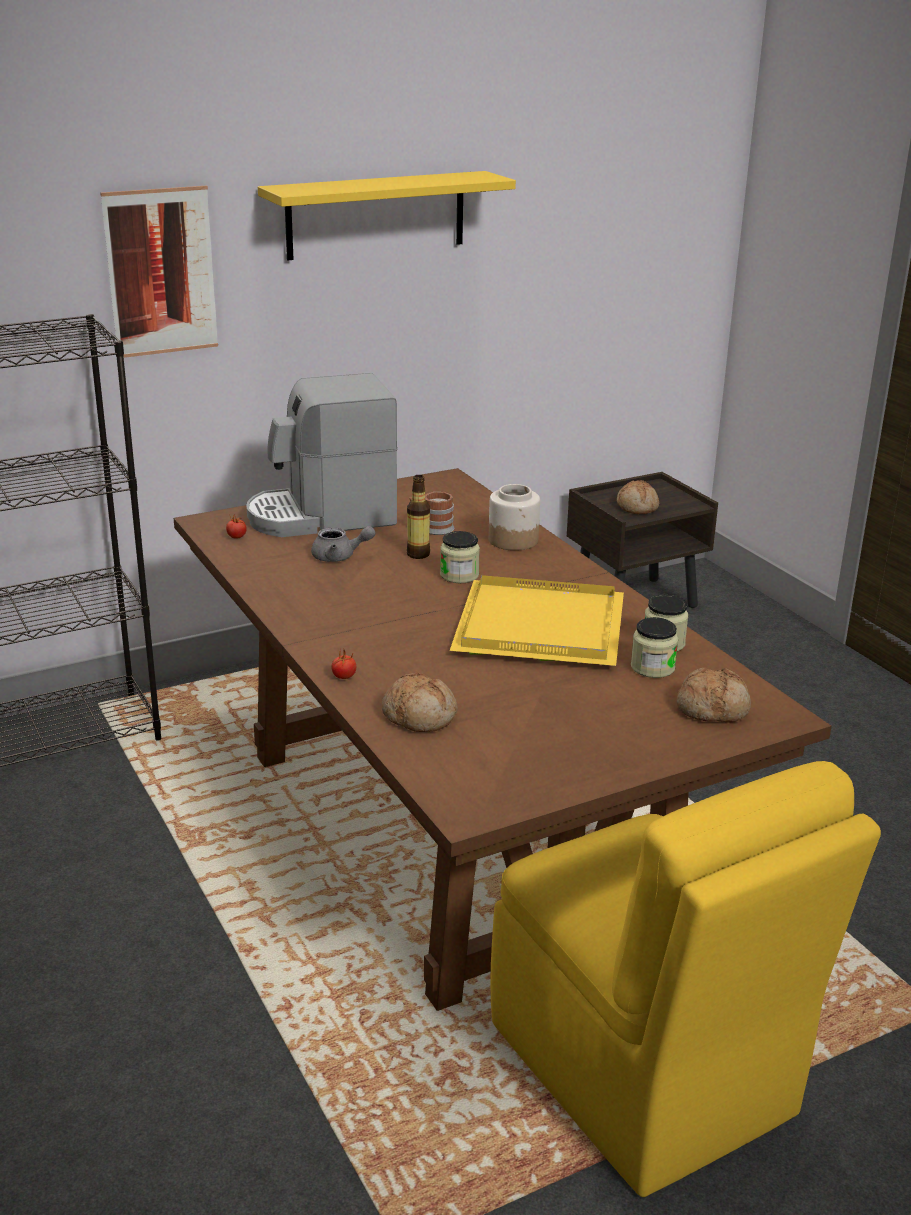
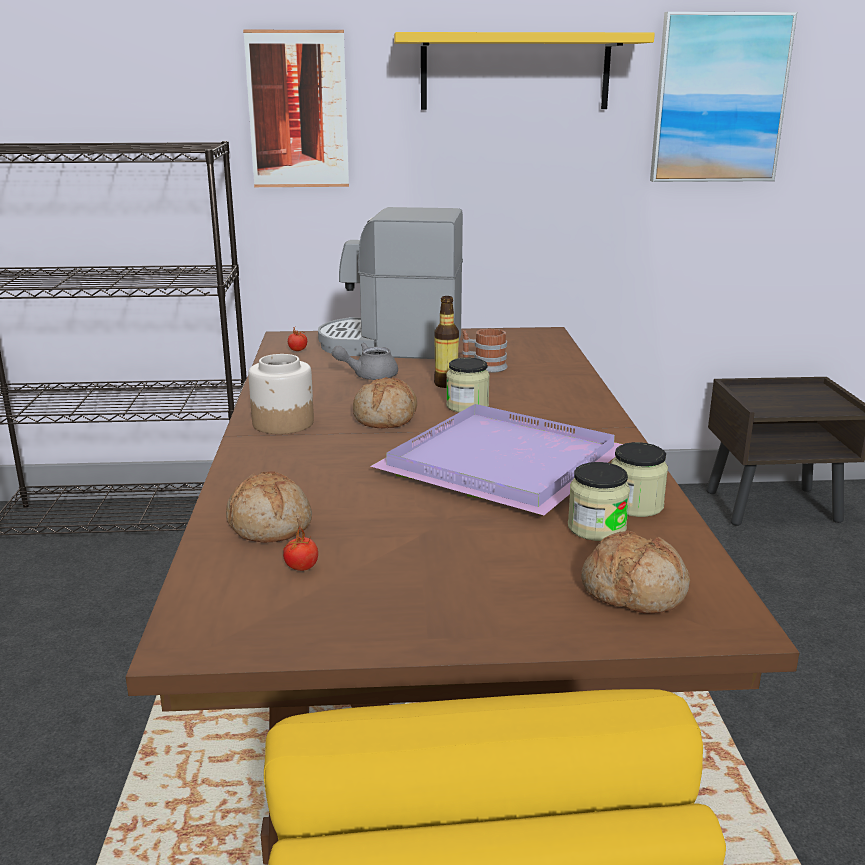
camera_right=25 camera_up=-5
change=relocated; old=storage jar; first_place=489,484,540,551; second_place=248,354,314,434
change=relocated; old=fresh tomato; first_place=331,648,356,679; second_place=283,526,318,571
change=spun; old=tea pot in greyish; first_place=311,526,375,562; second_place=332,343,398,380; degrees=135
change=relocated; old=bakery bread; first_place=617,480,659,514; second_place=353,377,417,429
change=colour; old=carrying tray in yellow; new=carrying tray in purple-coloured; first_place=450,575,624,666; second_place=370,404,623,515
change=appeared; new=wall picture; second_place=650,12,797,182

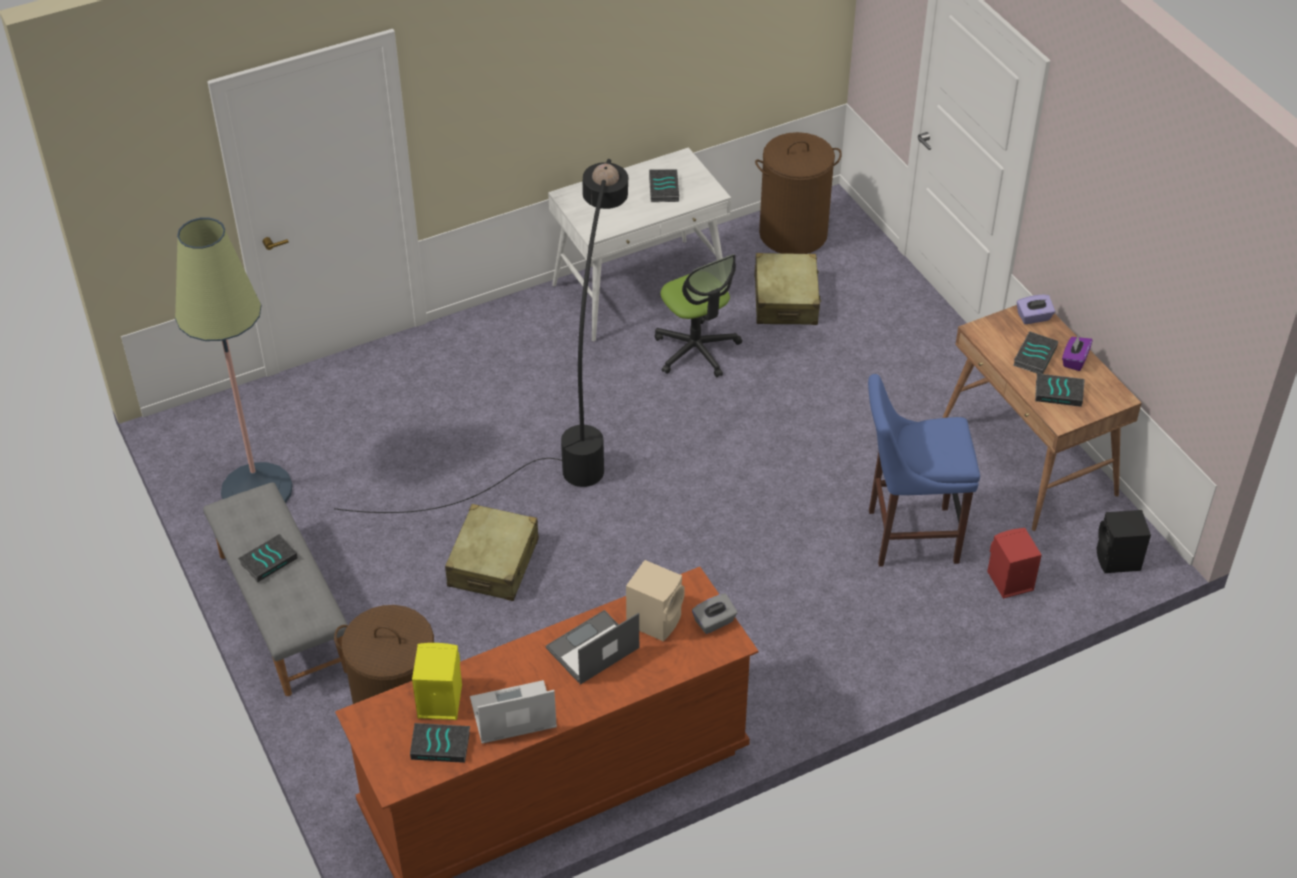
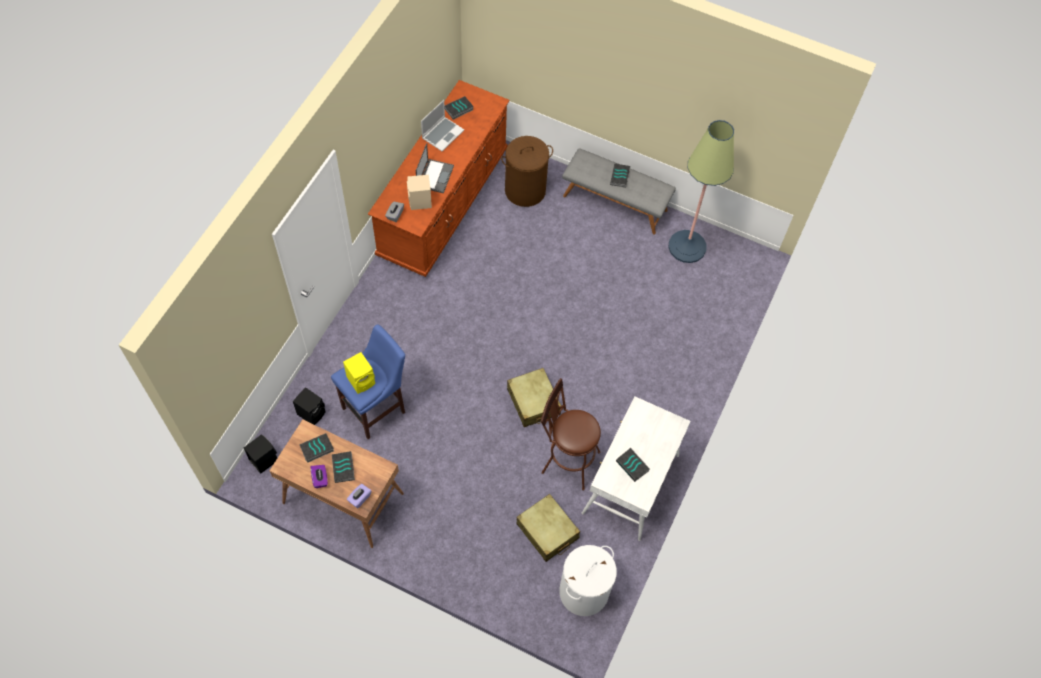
camera_right=140 camera_up=15
change=colour; old=speaker in red; new=speaker in black; first_place=987,528,1042,599; second_place=293,387,326,425
change=relocated; old=speaker in yellow; first_place=412,643,462,720; second_place=343,352,375,394
change=relocated; old=suitcase in beige; first_place=445,504,539,601; second_place=507,368,561,427
change=exchanged; old=computer chair; new=sitting stool in brownish; first_place=655,254,742,377; second_place=541,378,601,490
change=colour; old=hamper in brownish; new=hamper in whitish; first_place=755,132,842,254; second_place=559,545,617,616
change=missing; old=standing lamp in black; first_place=334,159,628,513

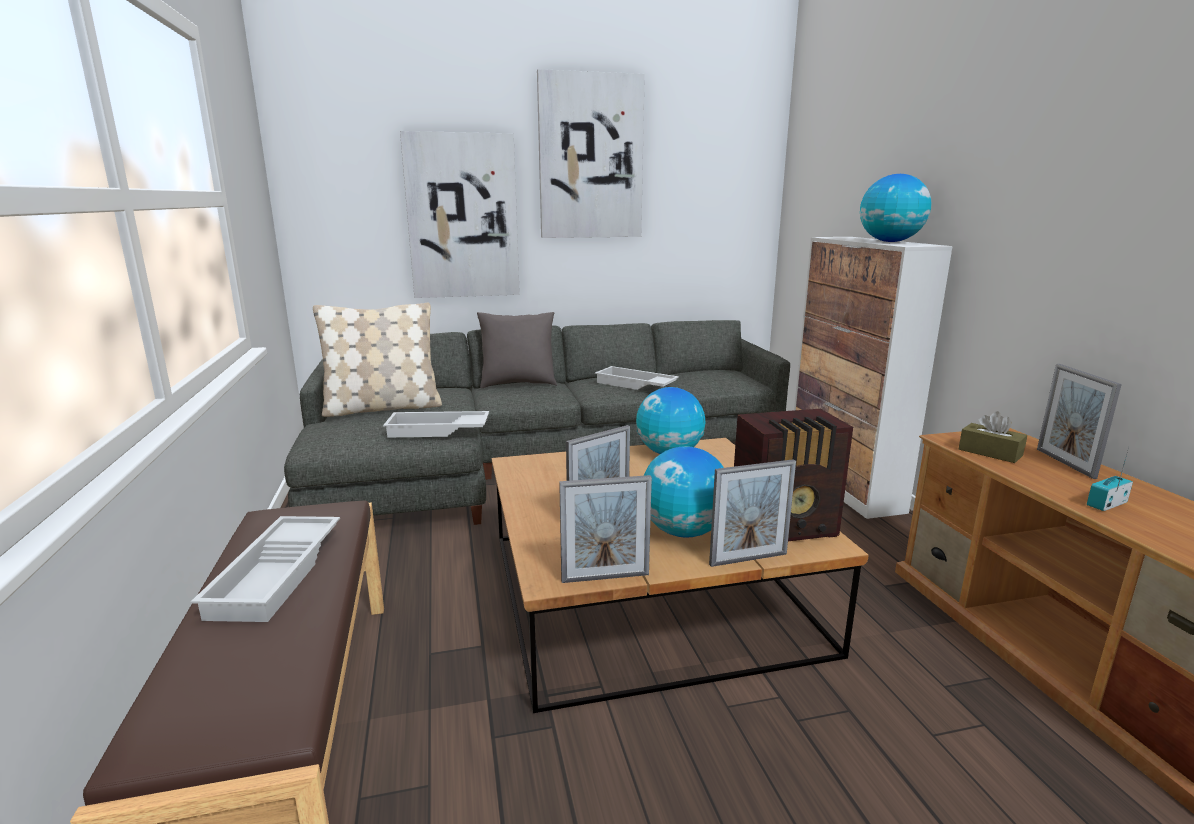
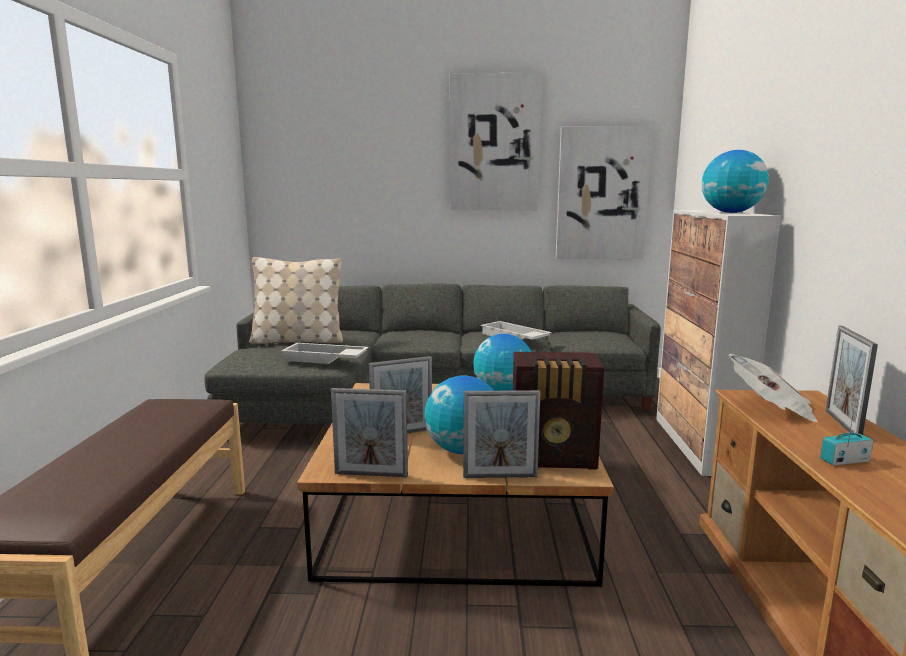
camera_right=15 camera_up=-5
change=relocated; old=wall picture; first_place=400,131,520,298; second_place=556,126,653,259
change=exchanged; old=tissue box in brownish; new=daily paper; first_place=959,411,1027,463; second_place=728,354,817,422
change=missing; old=carrying tray in whitish; first_place=191,516,340,622
change=missing; old=pillow in greyish; first_place=477,312,557,388

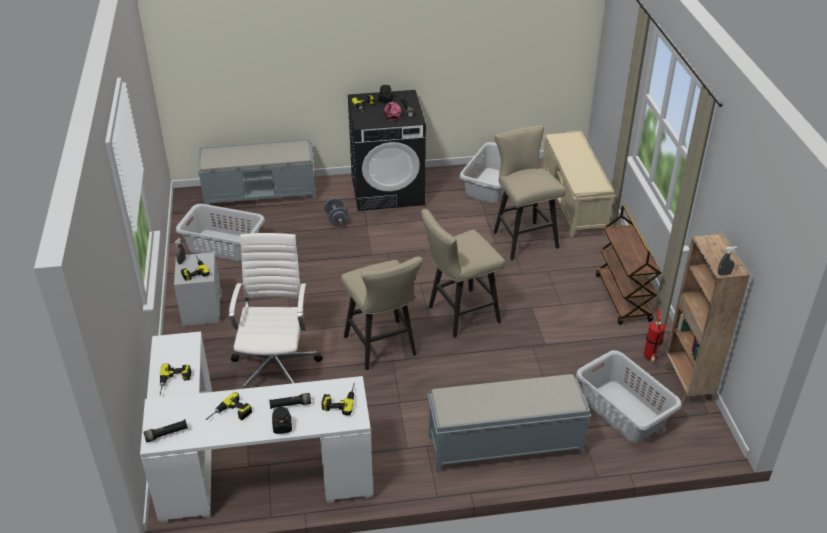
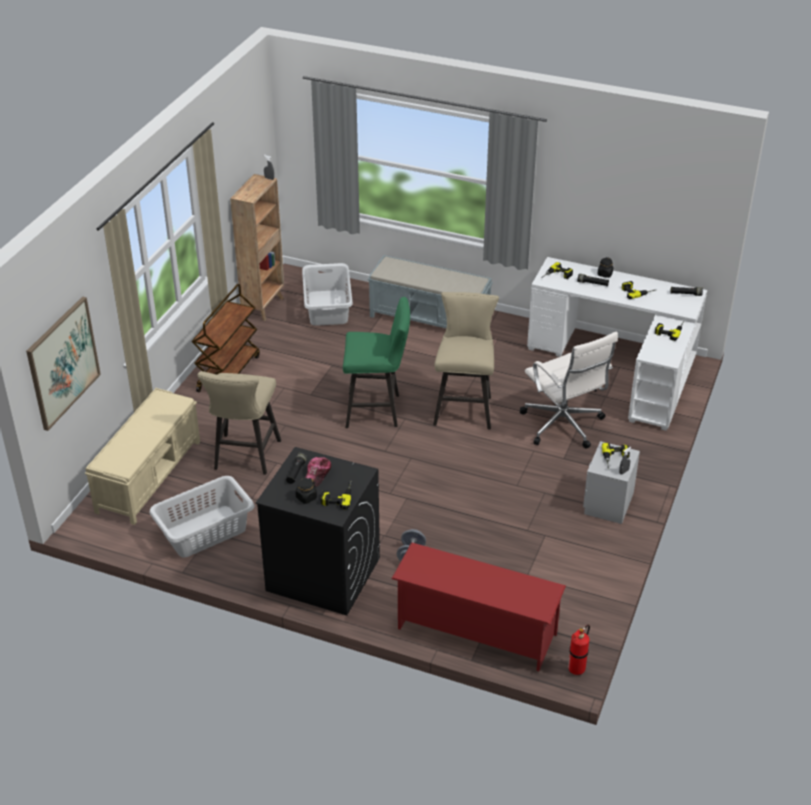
camera_right=-150 camera_up=0
change=appeared; new=wall picture; second_place=26,296,101,431
change=colour; old=sitting stool in beige; new=sitting stool in green-coloured; first_place=421,209,505,338; second_place=343,297,410,428
change=exchanged; old=indoor bench in greyish; new=shoe stand in red; first_place=198,139,316,205; second_place=391,542,566,671
change=spun; old=computer chair in whitish; first_place=229,233,323,389; second_place=520,332,618,448; degrees=-60
change=relocated; old=fire-fighting cylinder; first_place=644,309,665,362; second_place=568,624,590,675
change=missing; old=hamper in greyish; first_place=176,204,265,262

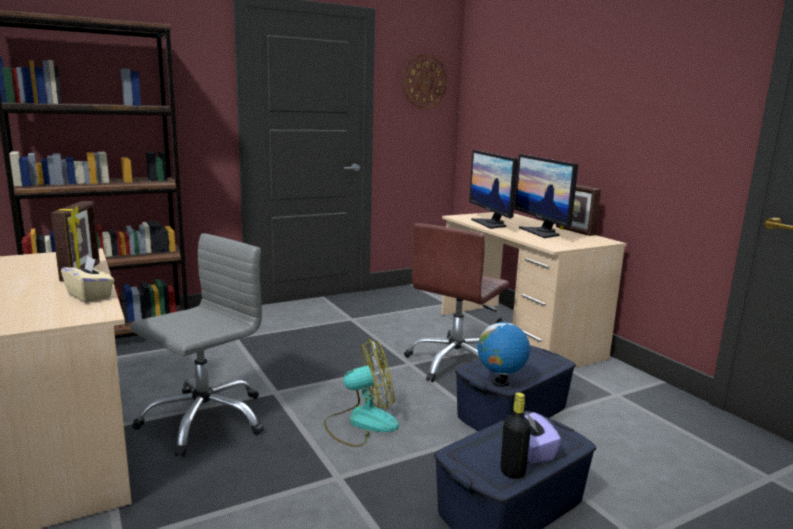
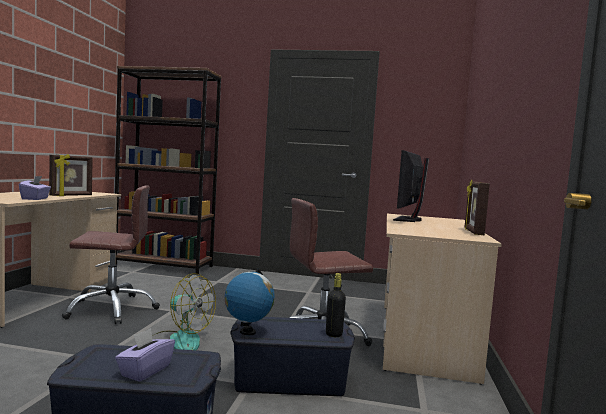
camera_right=40 camera_up=-10
change=colour; old=tissue box in beige; new=tissue box in purple-coloured; first_place=61,256,114,303; second_place=19,176,51,200
change=colour; old=computer chair in greyish; new=computer chair in brownish; first_place=130,233,264,457; second_place=62,185,160,324
change=relocated; old=bottle in black; first_place=500,392,531,479; second_place=326,273,346,337
change=missing; old=hanging clock; first_place=402,54,447,109
change=missing; old=computer display; first_place=514,154,578,238

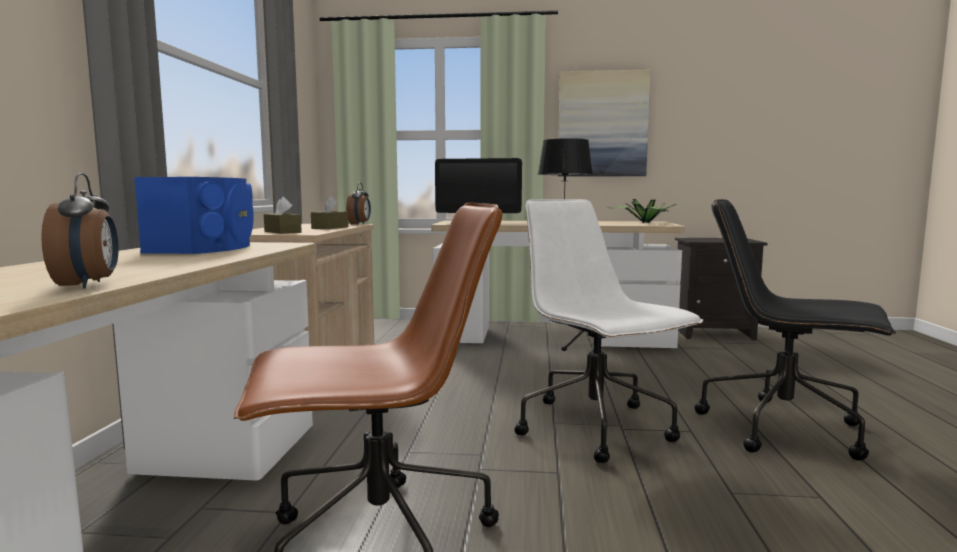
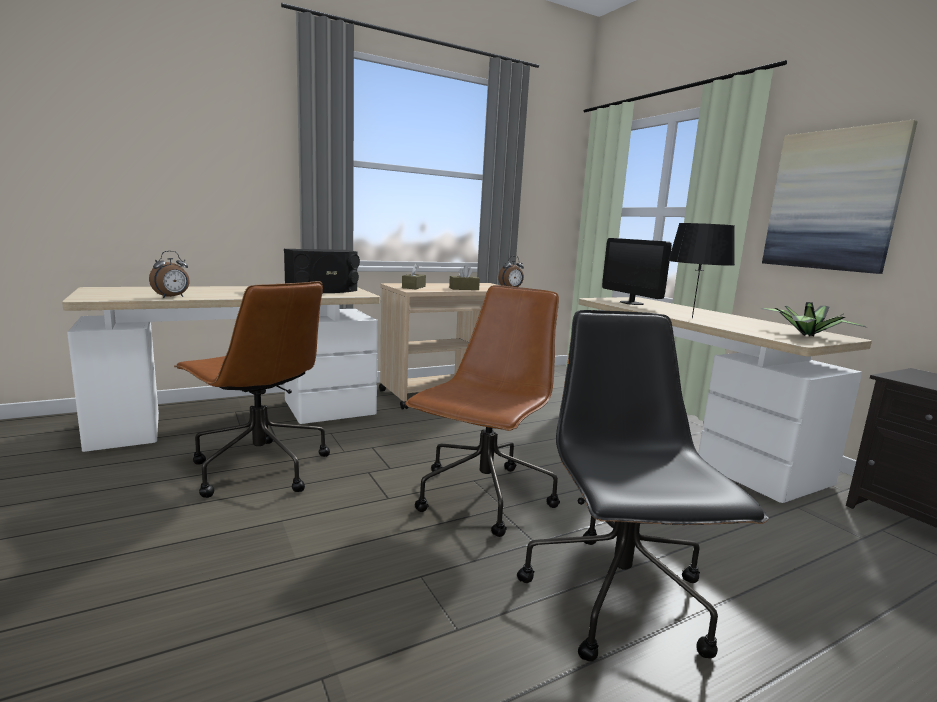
camera_right=55 camera_up=5
change=colour; old=speaker in blue-coloured; new=speaker in black; first_place=134,177,254,254; second_place=284,249,360,293
change=colour; old=computer chair in whitish; new=computer chair in brownish; first_place=514,199,704,463; second_place=405,285,560,537

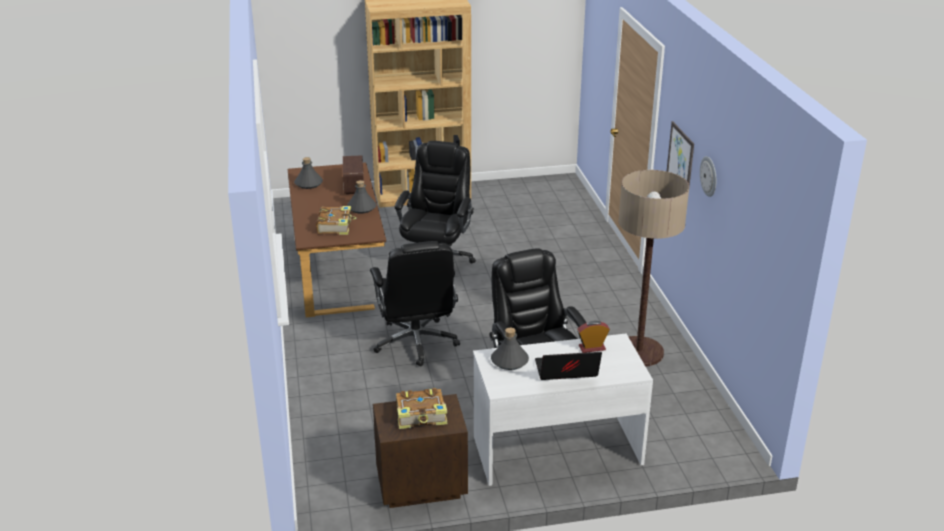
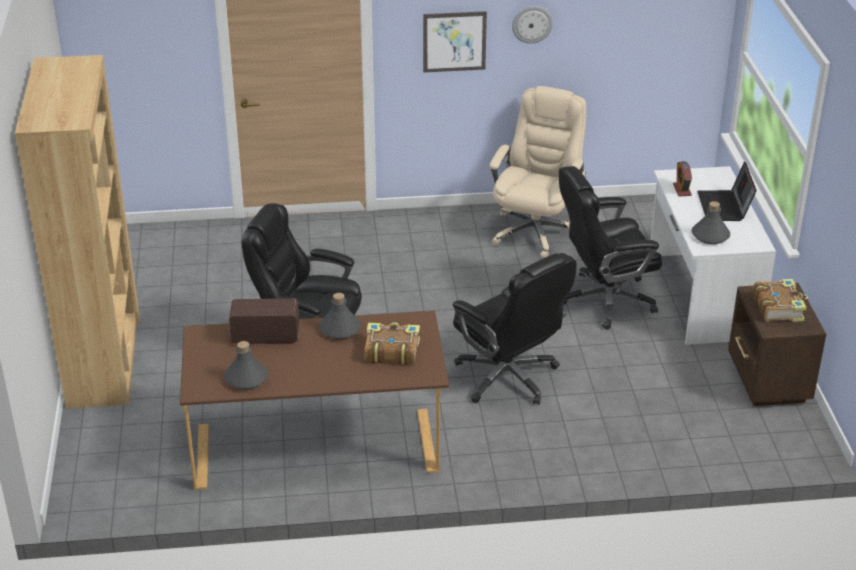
camera_right=-85 camera_up=5
change=spun; old=computer chair in black; first_place=370,241,460,367; second_place=453,253,577,405; degrees=60
change=exchanged; old=standing lamp; new=computer chair in beige; first_place=618,170,689,366; second_place=490,86,586,258

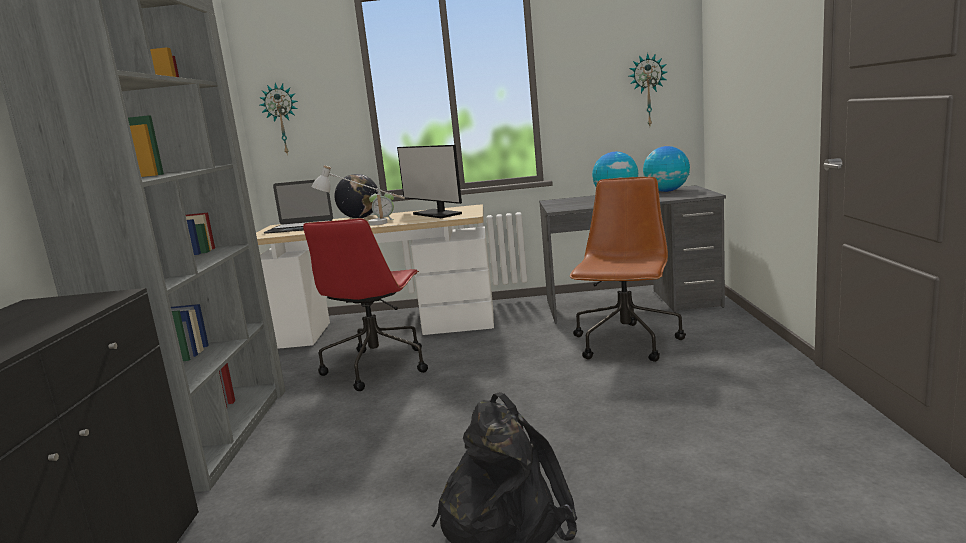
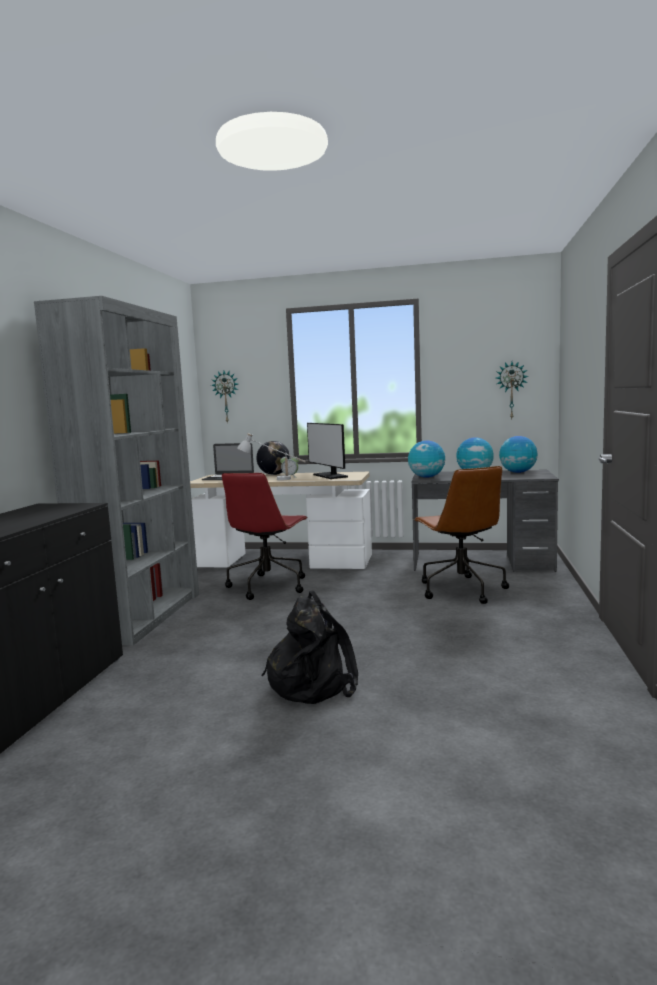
camera_right=10 camera_up=-5
change=appeared; new=globe; second_place=408,441,445,478
change=spun; old=computer chair in brownish; first_place=570,177,686,362; second_place=414,466,509,604; degrees=135

